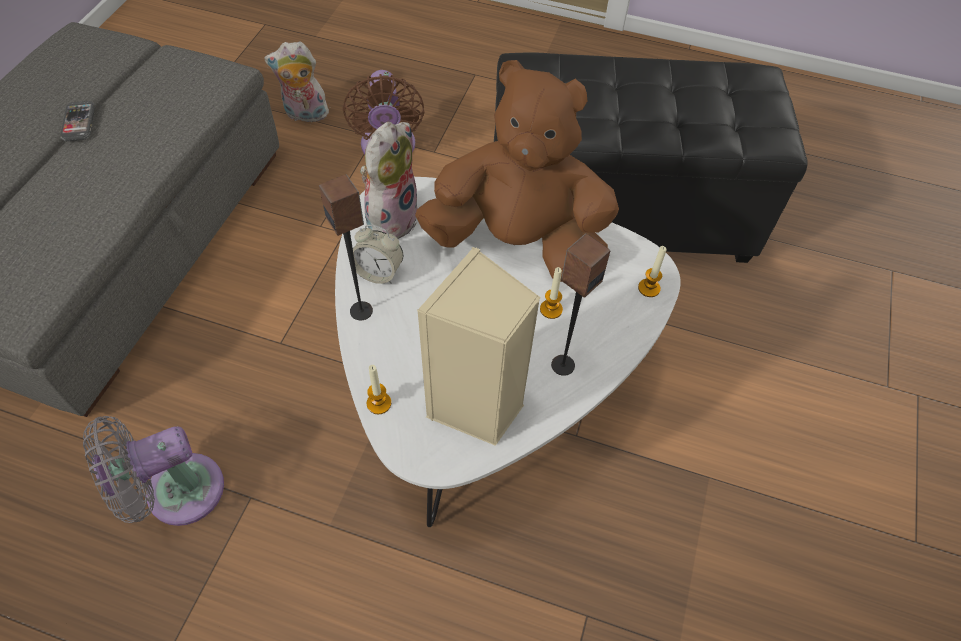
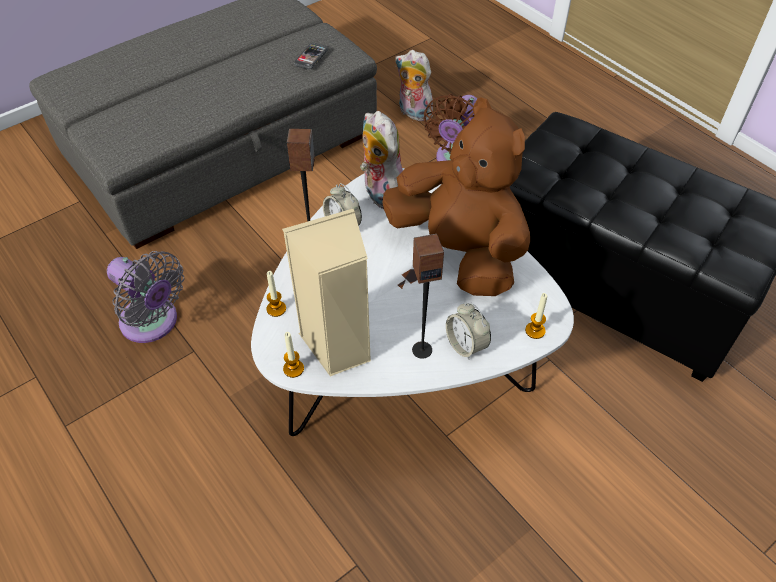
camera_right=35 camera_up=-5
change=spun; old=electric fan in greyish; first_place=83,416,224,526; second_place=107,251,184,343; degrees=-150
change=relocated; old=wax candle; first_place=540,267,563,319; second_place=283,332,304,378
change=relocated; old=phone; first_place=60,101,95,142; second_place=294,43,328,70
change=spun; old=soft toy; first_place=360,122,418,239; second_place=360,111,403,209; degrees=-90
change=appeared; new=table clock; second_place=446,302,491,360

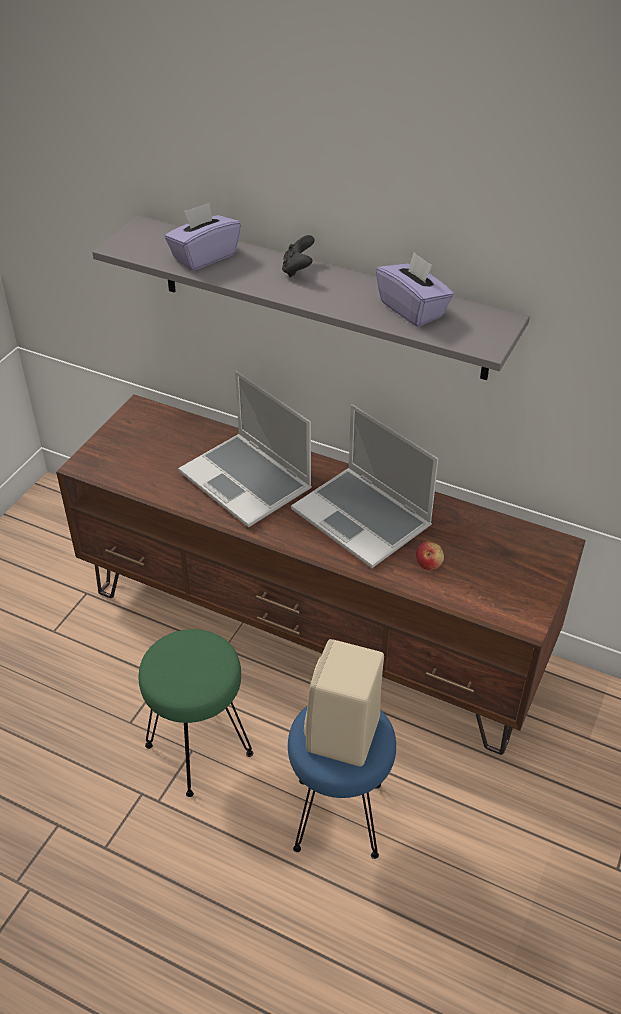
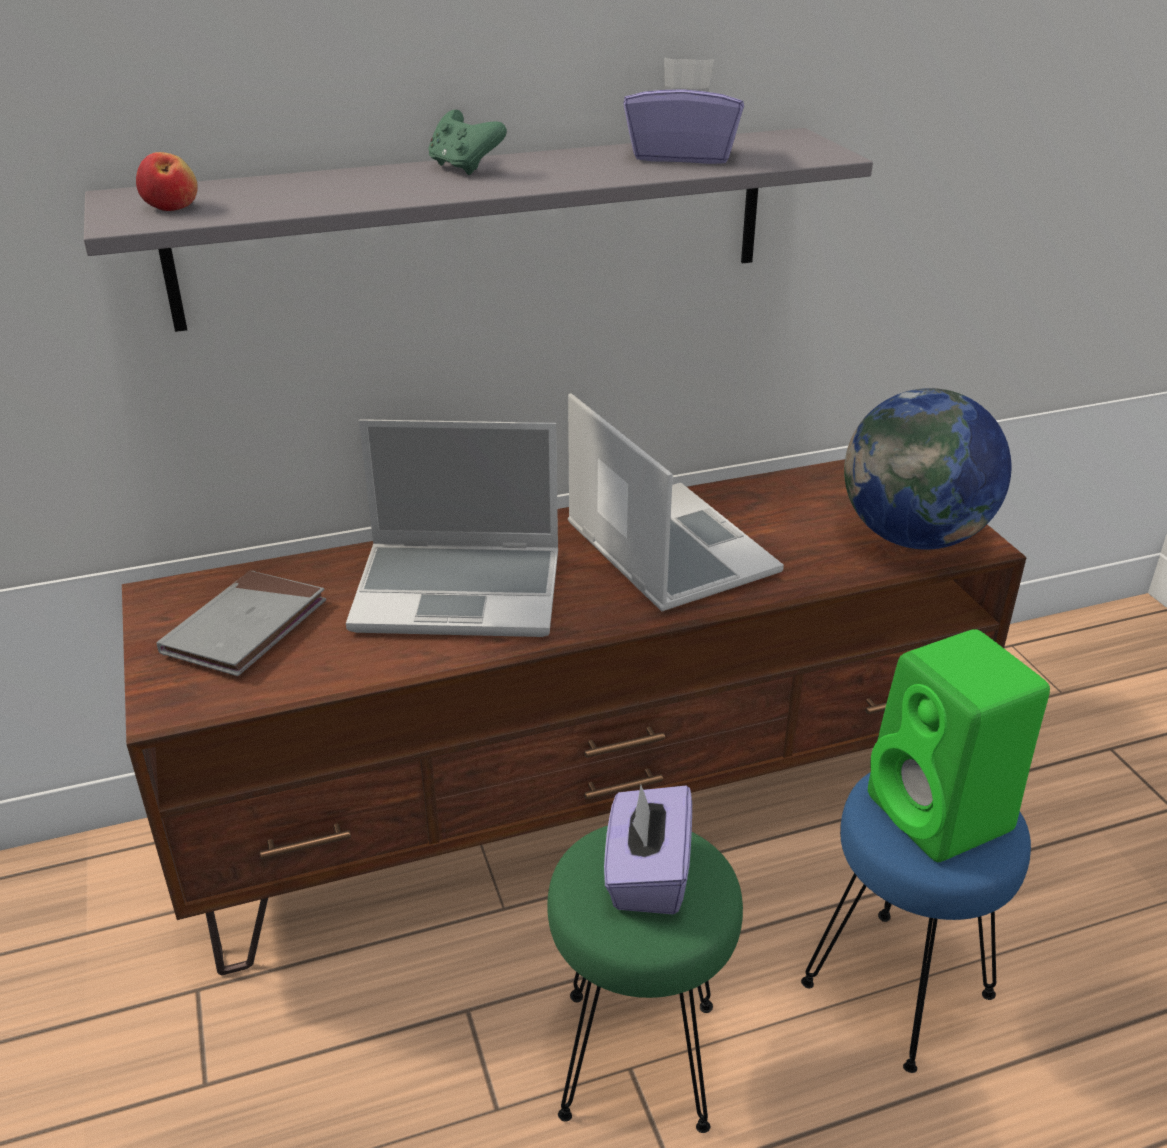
camera_right=-45 camera_up=-10
change=relocated; old=whole apple; first_place=416,542,444,570; second_place=136,152,198,211
change=appeared; new=volume in greyish; second_place=157,571,326,676
change=colour; old=gamepad in black; new=gamepad in green-coloured; first_place=282,235,315,277; second_place=428,110,507,175
change=spun; old=portable computer; first_place=291,404,438,568; second_place=568,393,784,612; degrees=-120
change=relocated; old=tissue box in purple-coloured; first_place=165,202,241,271; second_place=604,785,692,915
change=appeared; new=globe; second_place=844,388,1011,549
change=colour; old=speaker in beige; new=speaker in green-coloured; first_place=304,639,384,766; second_place=868,629,1050,862

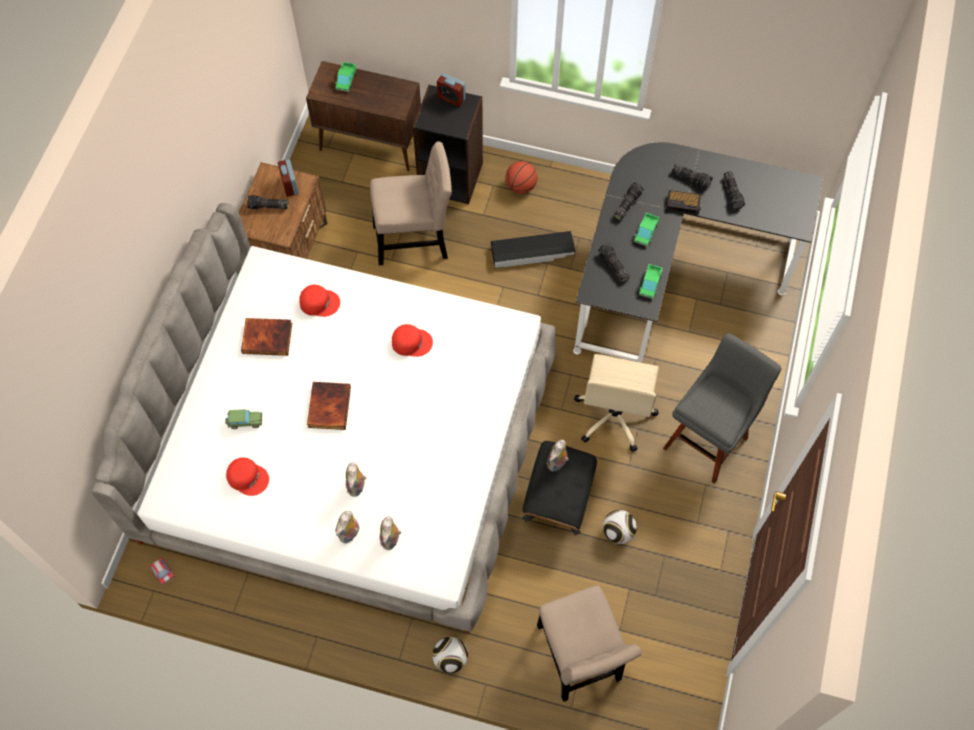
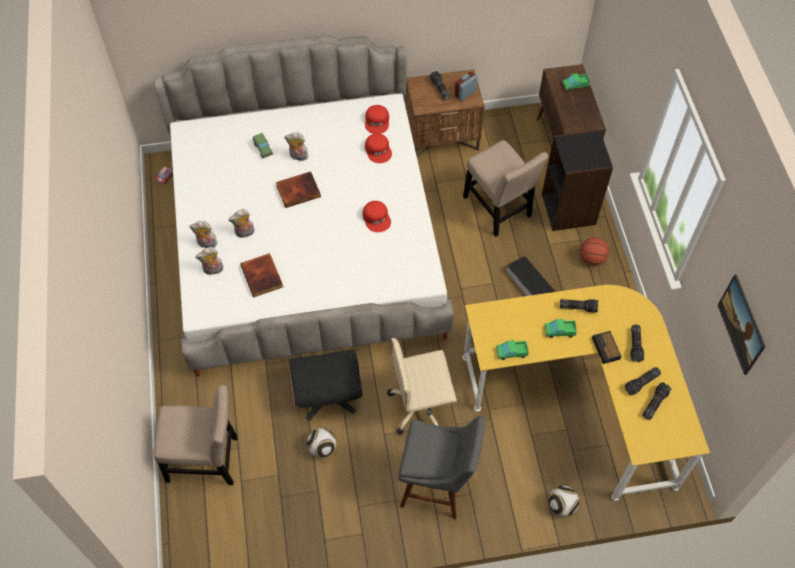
camera_right=65 camera_up=-5
change=spun; old=upright chair in beige; first_place=537,585,642,702; second_place=154,385,238,485; degrees=-135
change=relocated; old=volume; first_place=241,318,292,356; second_place=240,253,283,298
change=relocated; old=soft toy; first_place=546,440,569,472; second_place=284,133,309,161
change=relocated; old=baseball cap in red; first_place=226,457,269,496; second_place=365,105,389,134
change=colour; old=desk in black; new=desk in yellow; first_place=573,142,823,363; second_place=462,285,710,501
change=relocated; old=football; first_place=433,637,468,673; second_place=548,486,579,517
change=relocated; old=torch; first_place=598,243,630,282; second_place=643,382,671,420
change=appeared; new=wall picture; second_place=718,274,766,375
change=missing; old=table clock; first_place=437,73,466,107

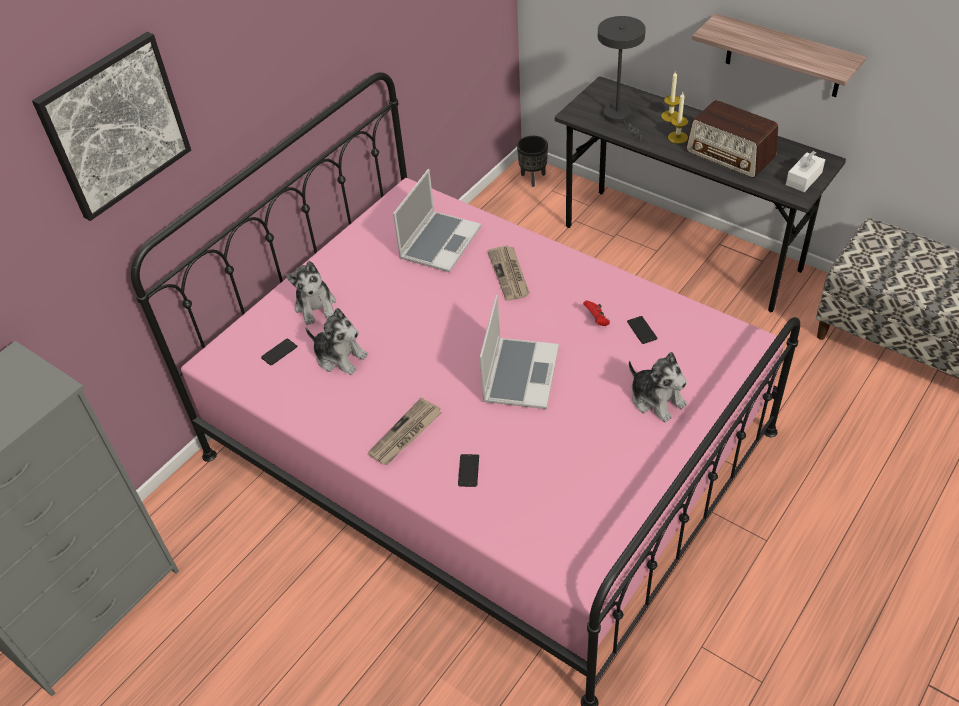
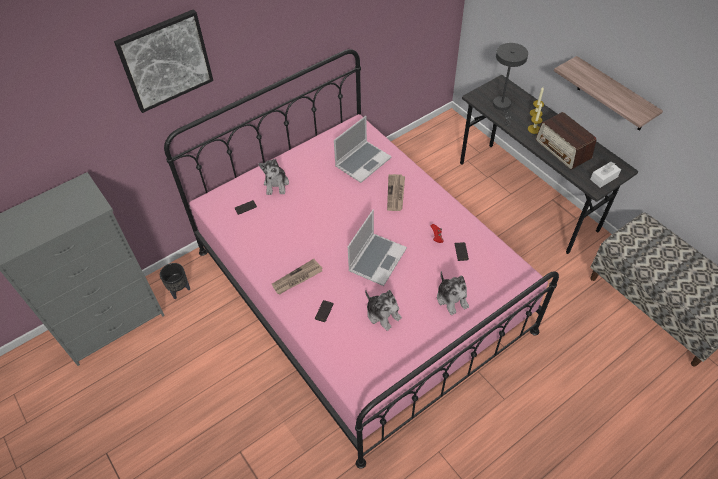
camera_right=15 camera_up=5
change=relocated; old=flower pot in black; first_place=517,136,548,187; second_place=160,263,190,299
change=relocated; old=soft toy; first_place=306,308,368,375; second_place=365,290,402,331

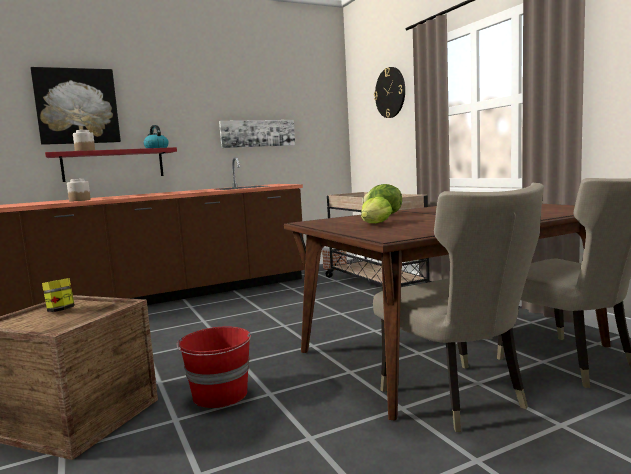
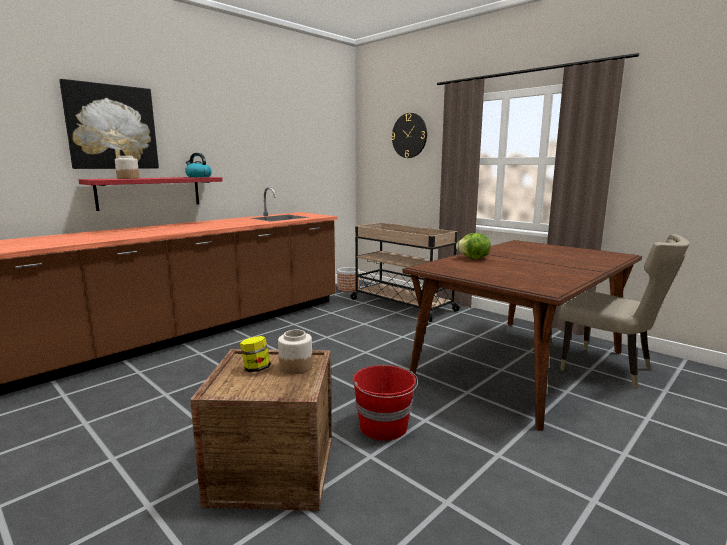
camera_right=-20 camera_up=5
change=relocated; old=storage jar; first_place=67,179,91,201; second_place=278,330,313,374
change=missing; old=wall picture; first_place=219,120,295,148
change=missing; old=head of lettuce; first_place=361,196,393,223
change=missing; old=upright chair in beige; first_place=373,183,544,432

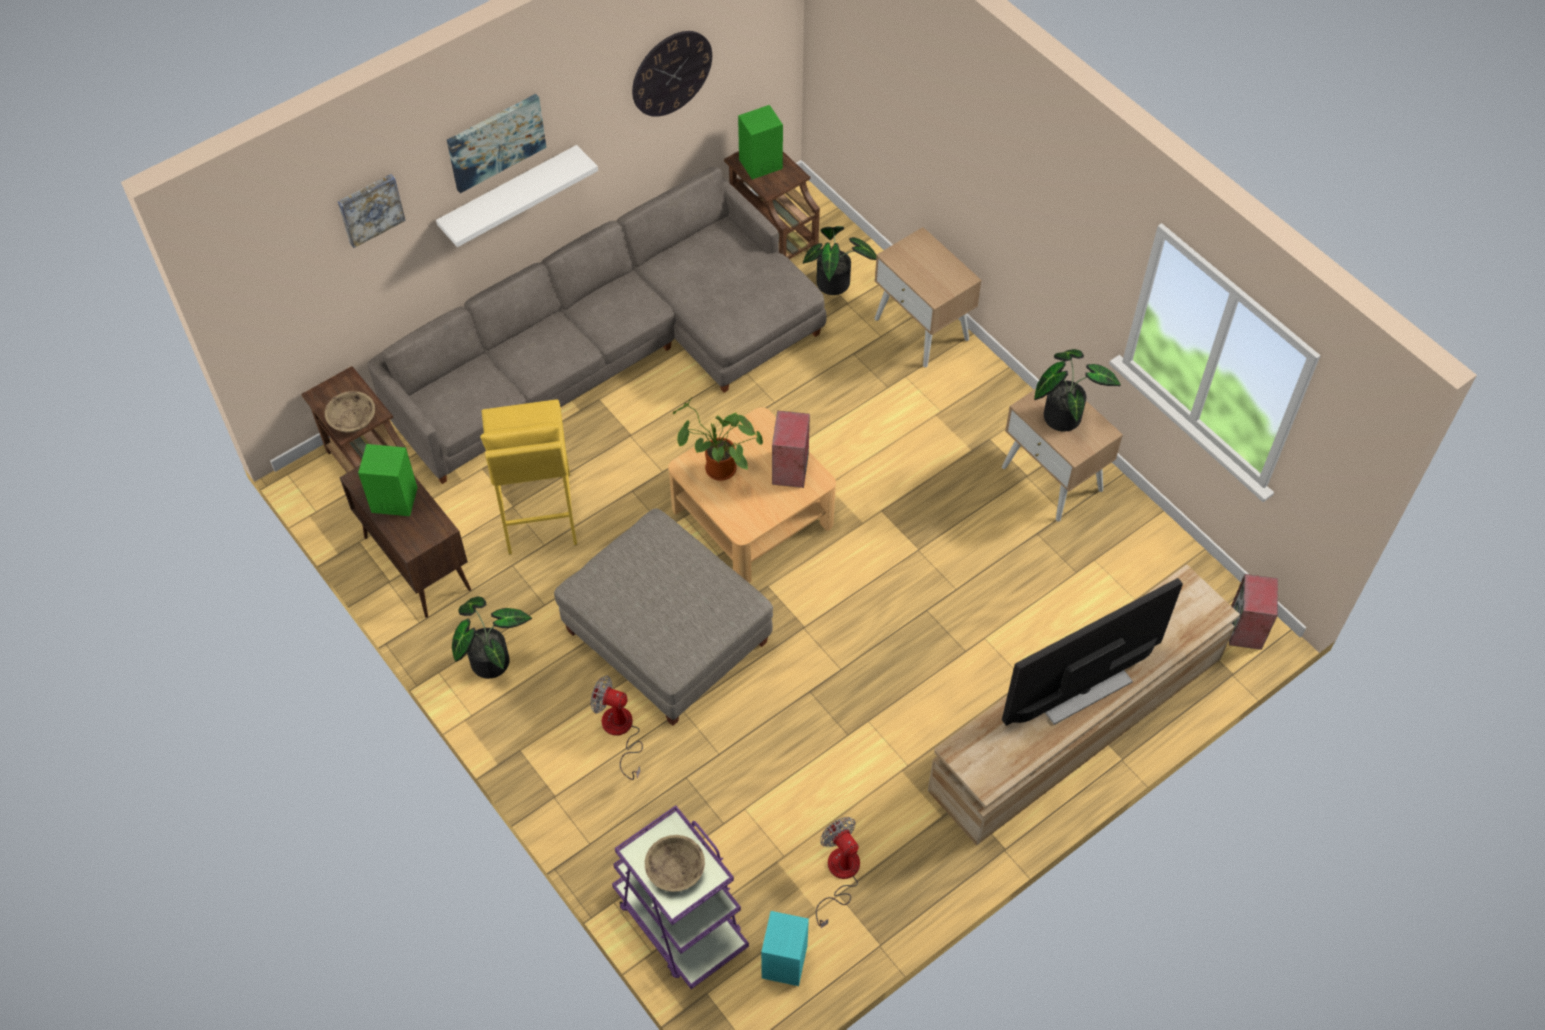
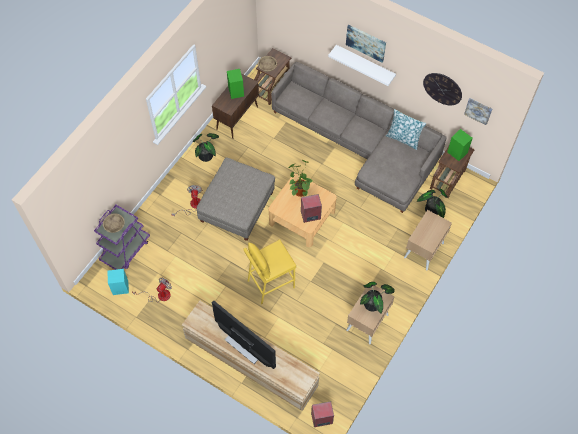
camera_right=70 camera_up=5
change=relocated; old=sitting stool in yellow; first_place=480,399,577,555; second_place=243,239,296,304
change=appeared; new=pillow; second_place=386,109,427,150
change=relocated; old=wall picture; first_place=338,174,406,248; second_place=464,98,492,125

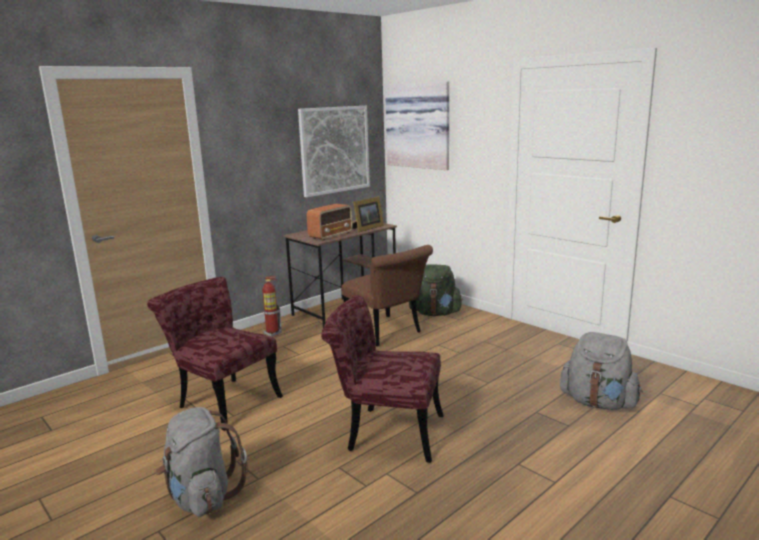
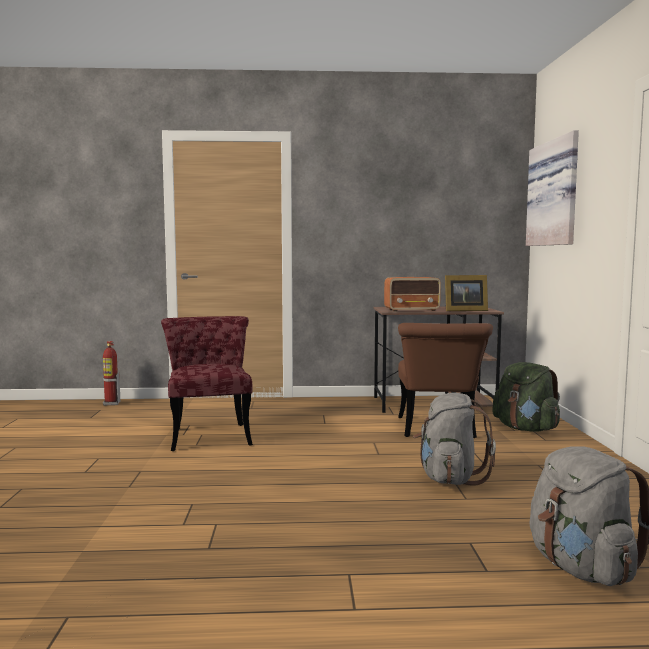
camera_right=40 camera_up=-10
change=relocated; old=fire-fighting cylinder; first_place=263,276,282,337; second_place=103,341,120,405
change=relocated; old=rucksack in greyish; first_place=155,407,248,517; second_place=413,393,496,486
change=missing; old=wall picture; first_place=298,106,370,197
change=missing; old=upright chair in red; first_place=321,295,444,463

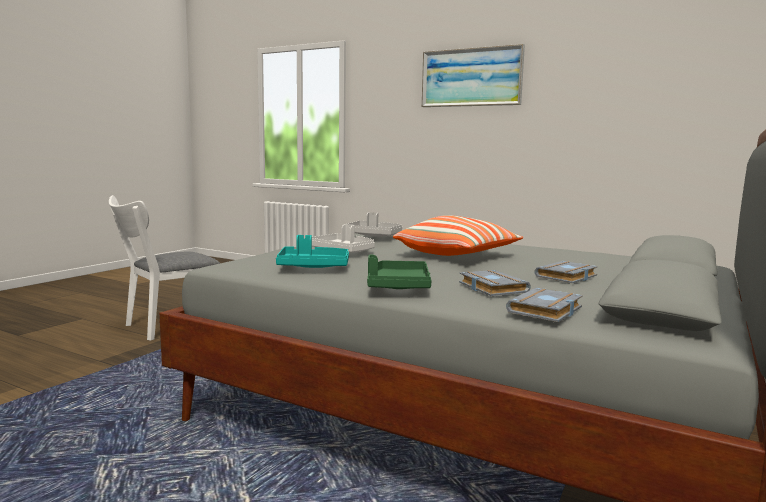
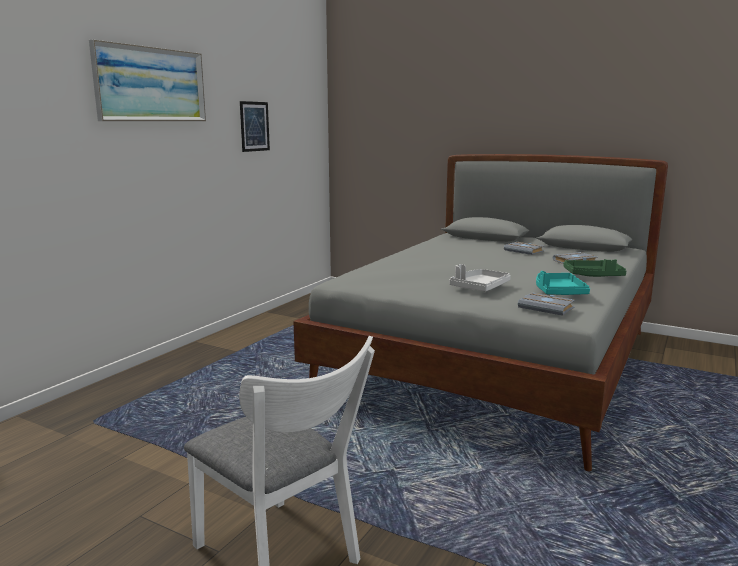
camera_right=-90 camera_up=5
change=appeared; new=wall picture; second_place=240,101,270,152
change=relocated; old=volume in greyish; first_place=506,288,583,322; second_place=518,292,575,316
change=missing; old=carrying tray in greyish; first_place=348,212,402,237
change=missing; old=pillow; first_place=393,215,523,256

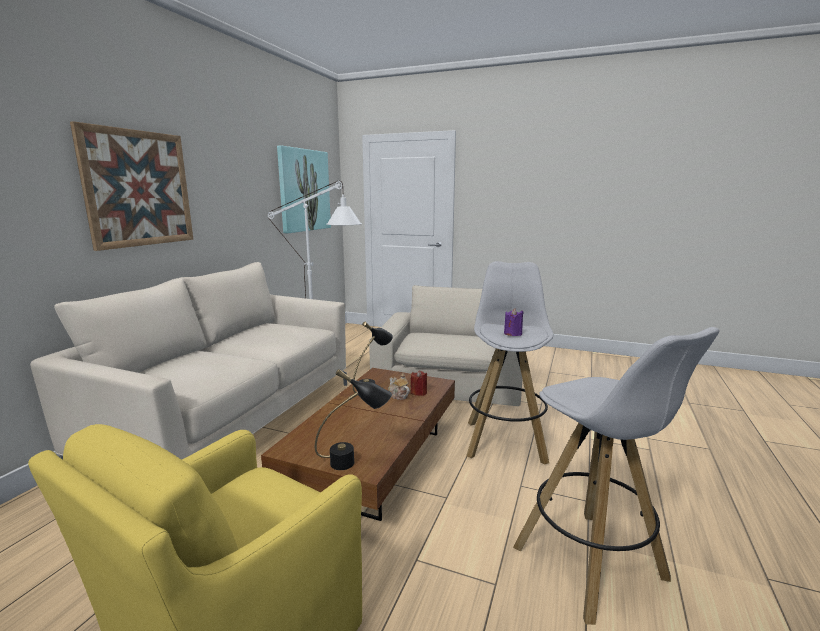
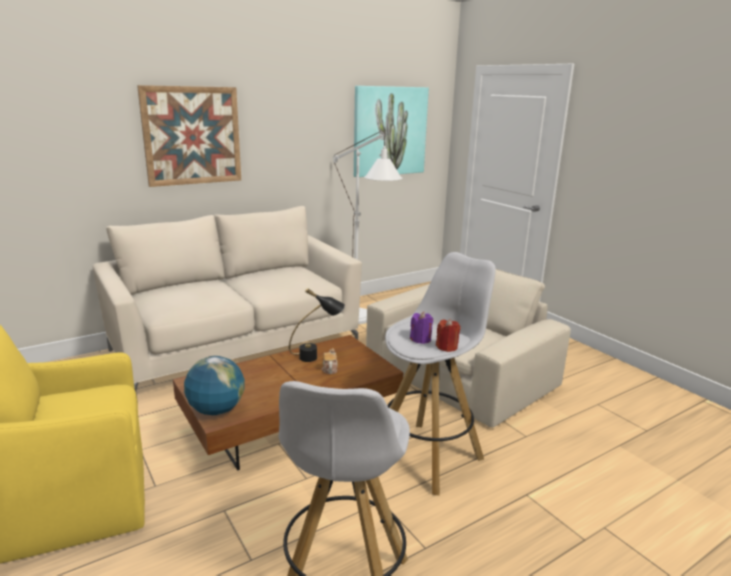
camera_right=35 camera_up=5
change=exchanged; old=lamp for a table in black; new=globe; first_place=315,369,392,470; second_place=184,356,245,415
change=relocated; old=wax candle in red; first_place=411,370,427,396; second_place=436,319,461,352

